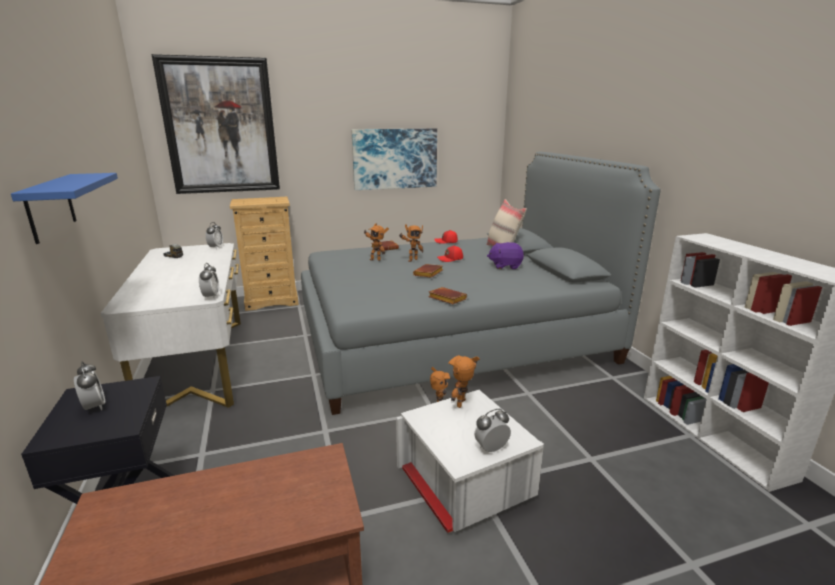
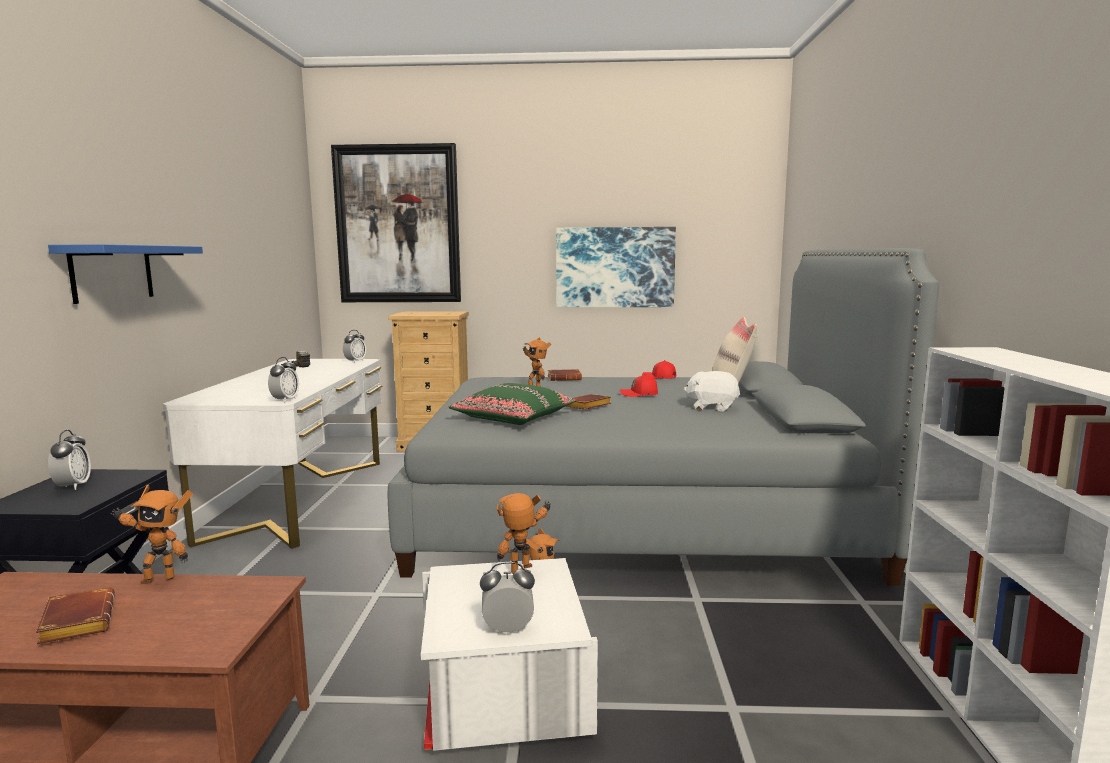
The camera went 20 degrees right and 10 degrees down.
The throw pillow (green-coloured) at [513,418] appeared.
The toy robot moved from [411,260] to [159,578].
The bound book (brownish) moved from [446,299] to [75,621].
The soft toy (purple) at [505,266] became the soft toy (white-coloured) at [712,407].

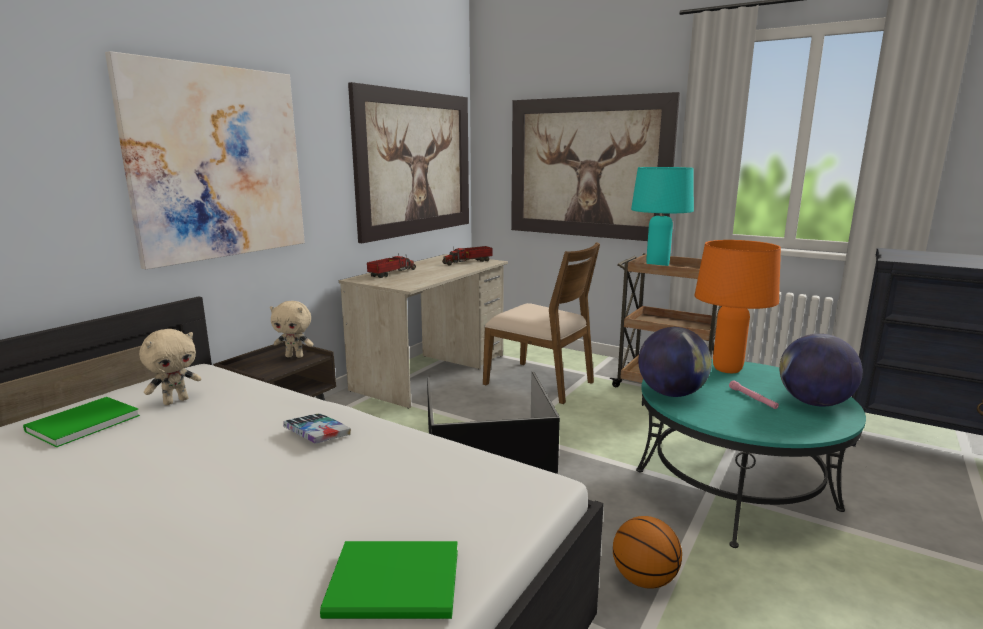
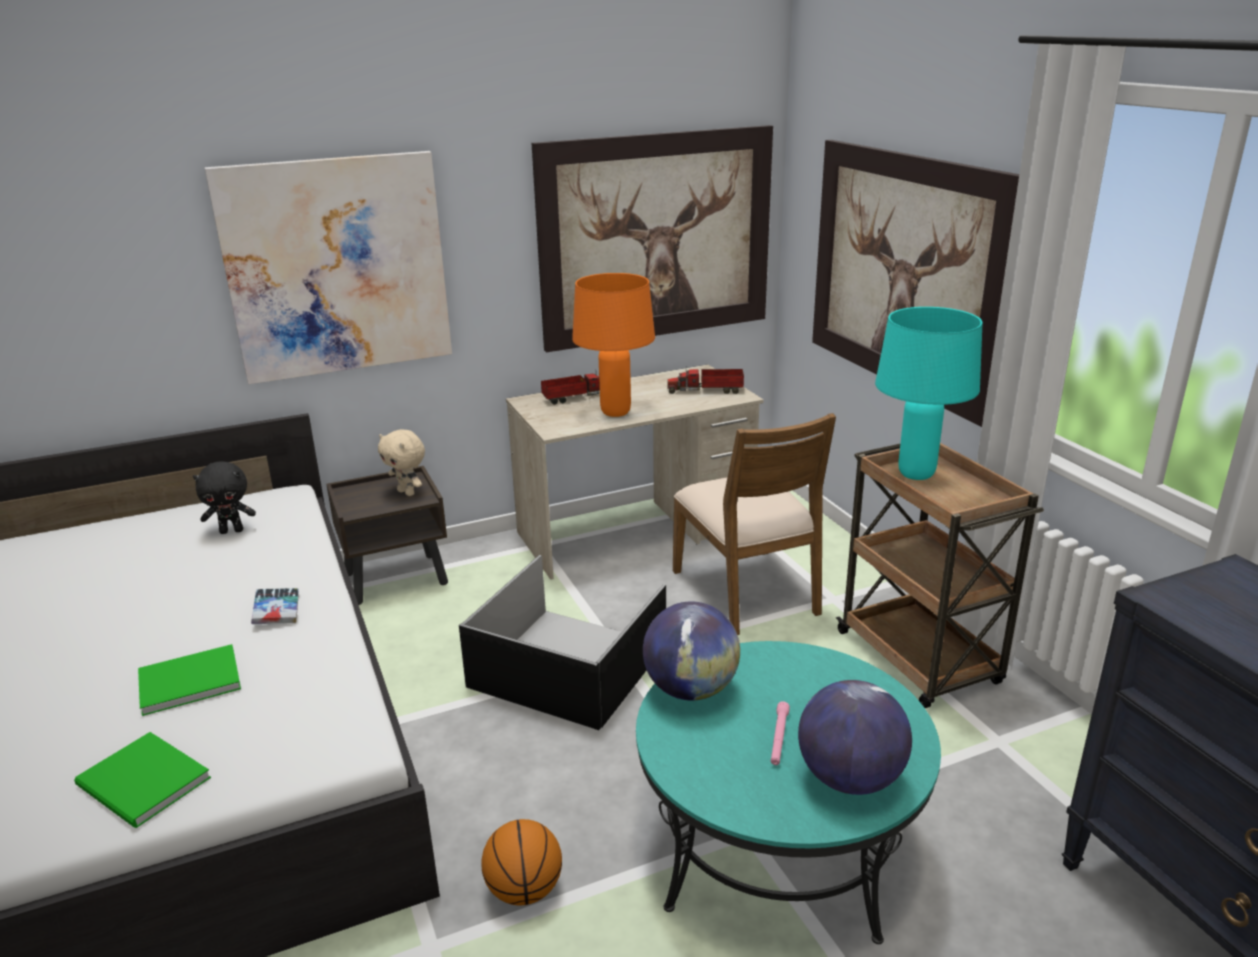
The camera went 35 degrees right and 10 degrees up.
The bound book (green-coloured) moved from [79,424] to [186,681].
The table lamp (orange-coloured) moved from [728,370] to [616,413].
The soft toy (sand-coloured) at [176,401] became the soft toy (blackish) at [232,531].

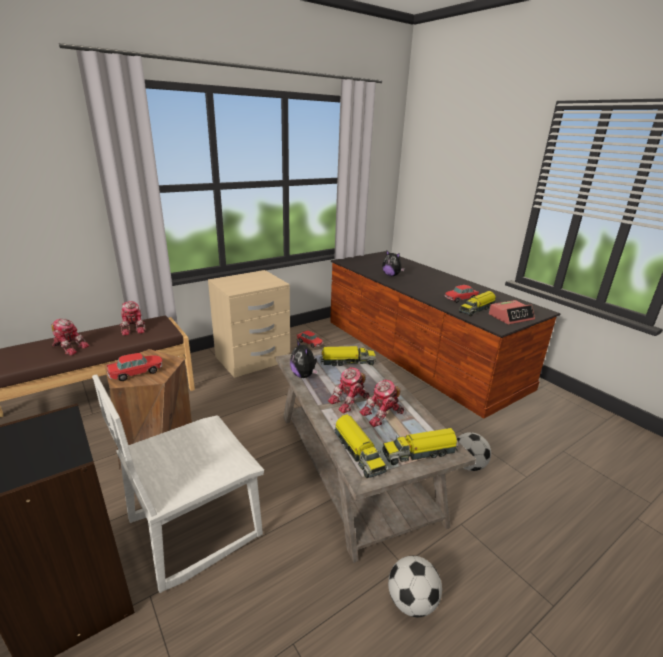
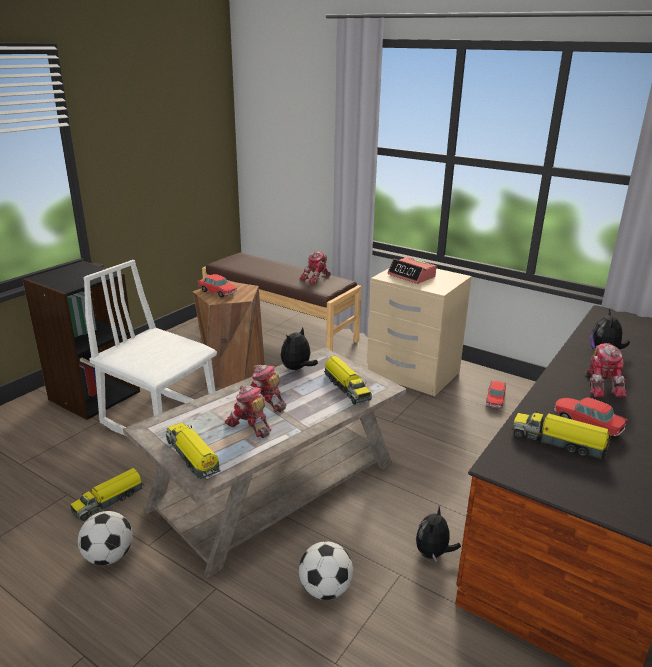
The camera went 70 degrees right and 0 degrees up.
The soft toy at [433,553] appeared.
The toy robot moved from [69,347] to [601,385].
The toy truck moved from [358,452] to [109,500].
The bedside clock moved from [511,317] to [411,276].

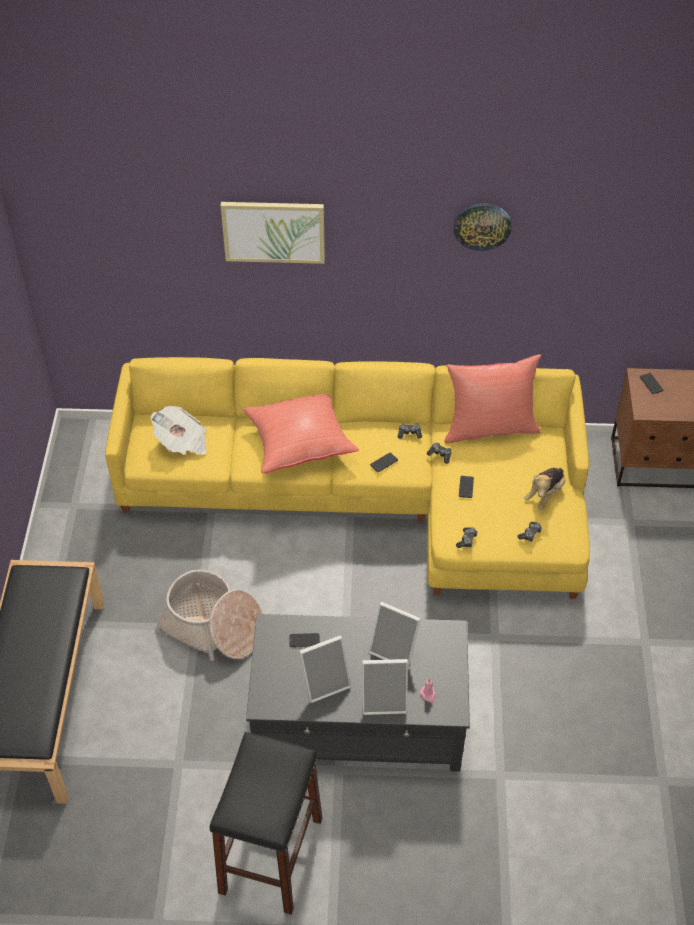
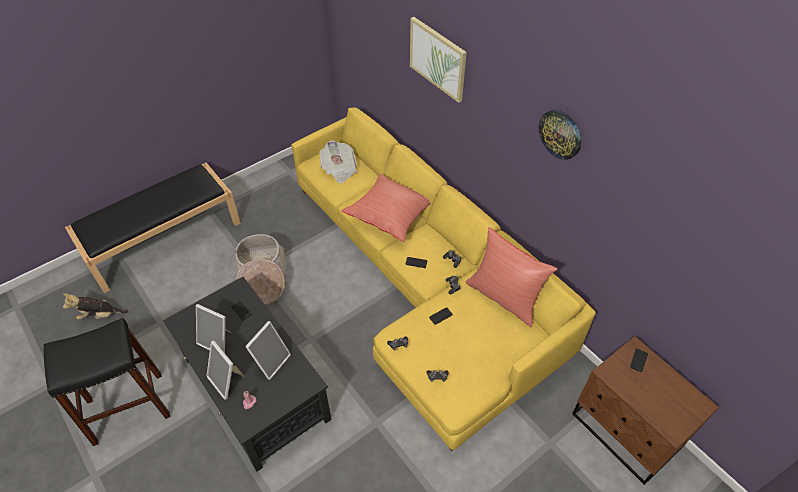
The camera went 50 degrees right and 0 degrees up.
The soft toy moved from [545,494] to [100,315].
The photo frame at [395,649] turned 135 degrees counterclockwise.

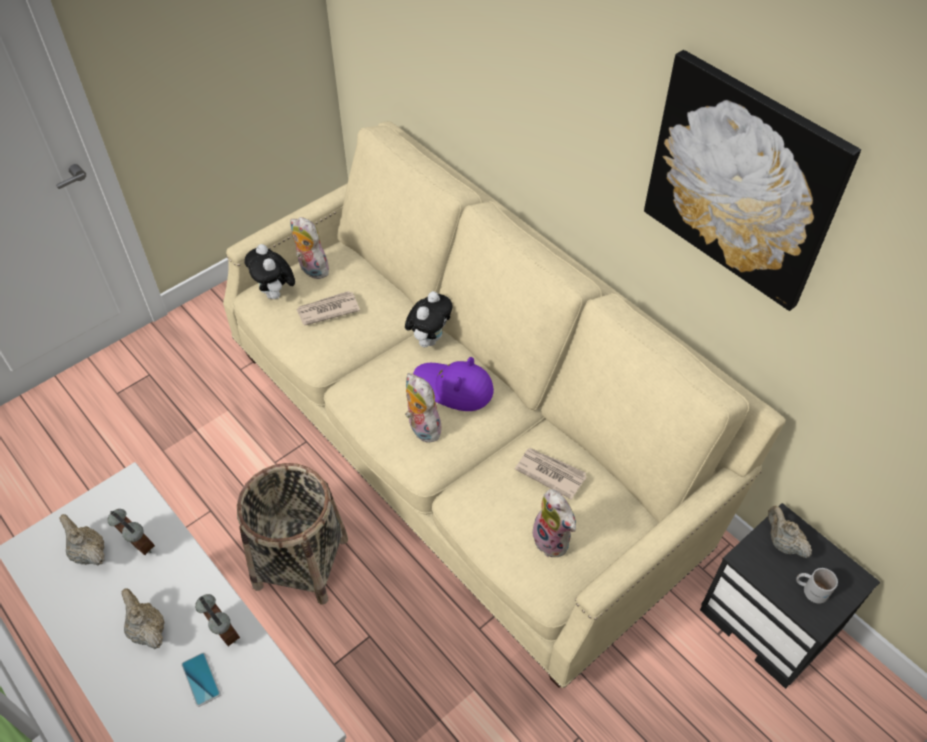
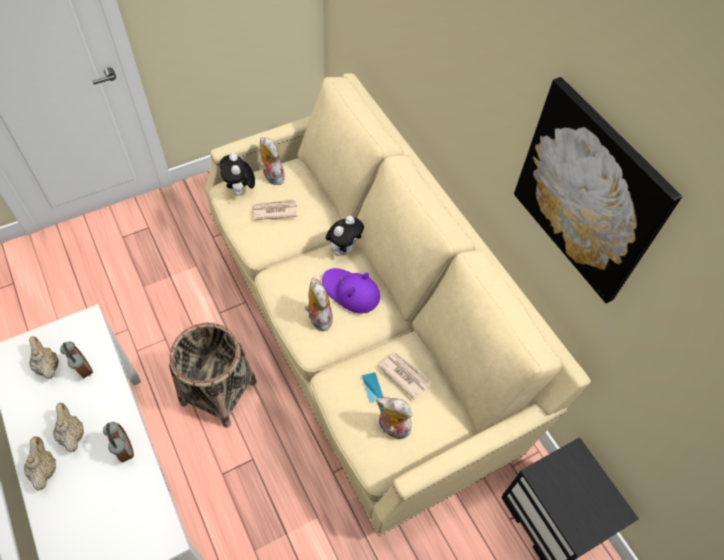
The camera went 10 degrees right and 5 degrees up.
The coffee mug (white-coloured) at [811,589] disappeared.
The handset moved from [201,679] to [372,387].
The tea pot (sand-coloured) moved from [782,543] to [44,469].
The soft toy at [553,540] turned 135 degrees clockwise.

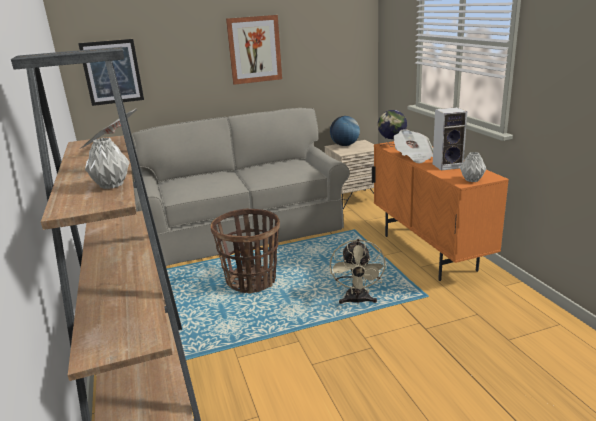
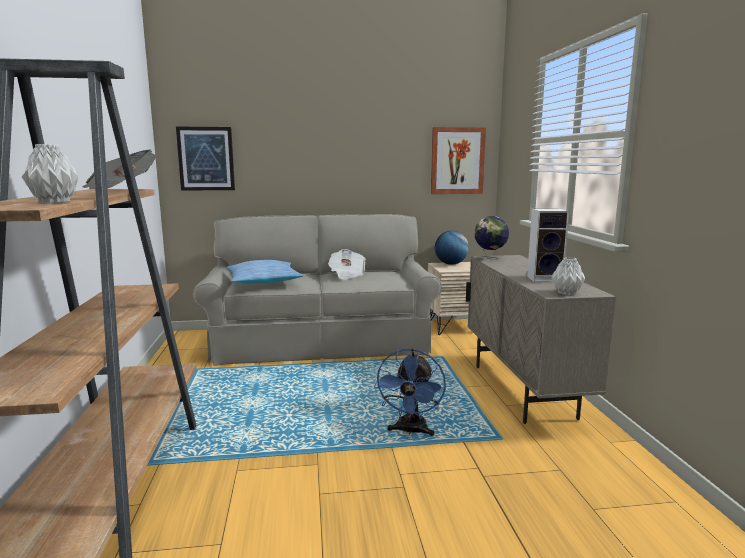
The camera went 10 degrees right and 10 degrees down.
The storage basket at [251,281] disappeared.
The throw pillow at [263,281] appeared.
The picture moved from [254,49] to [457,161].
The newspaper moved from [413,157] to [347,275].
The fan (sand-coloured) at [357,301] became the fan (bluish) at [411,431].
The cupboard (orange-coloured) at [428,252] became the cupboard (sand-coloured) at [522,391].

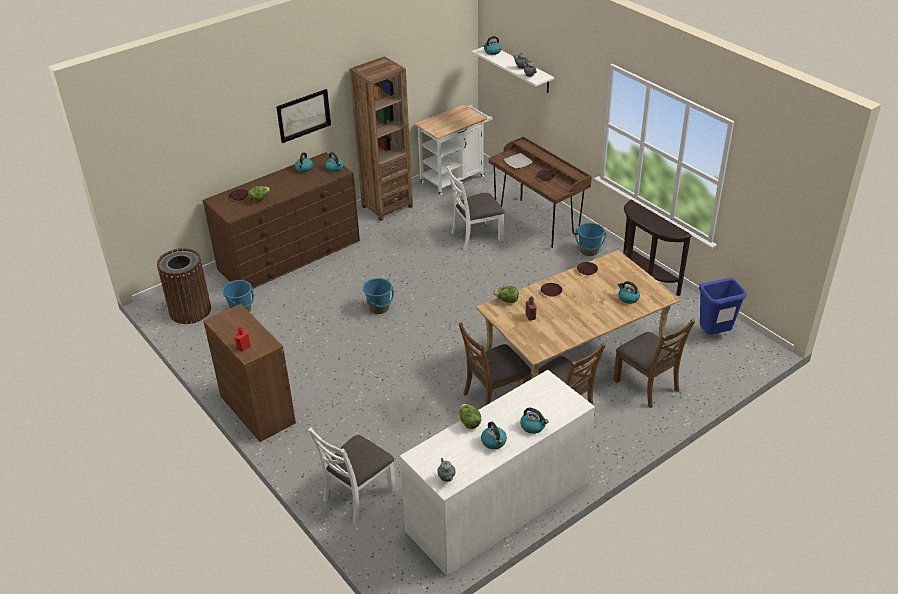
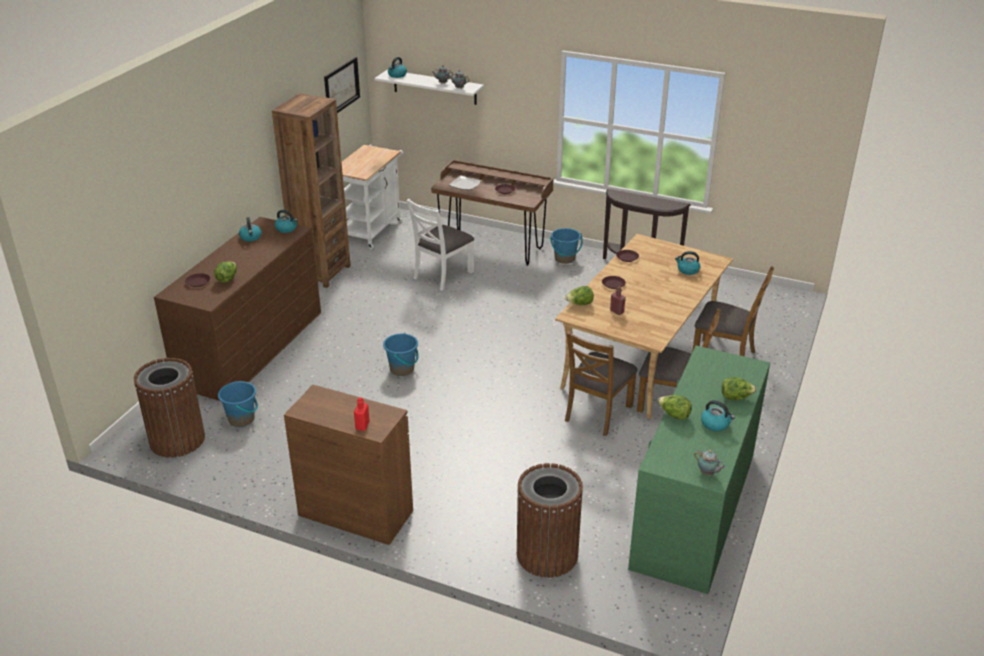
The camera went 30 degrees left and 5 degrees down.
The trash can (bluish) at [713,334] disappeared.
The picture moved from [303,115] to [341,87].
The chair (white-coloured) at [358,494] was replaced by the trash can (brownish) at [547,554].
The tea kettle at [533,426] was replaced by the lettuce at [736,397].
The dresser (white-coloured) at [497,506] became the dresser (green-coloured) at [694,510].

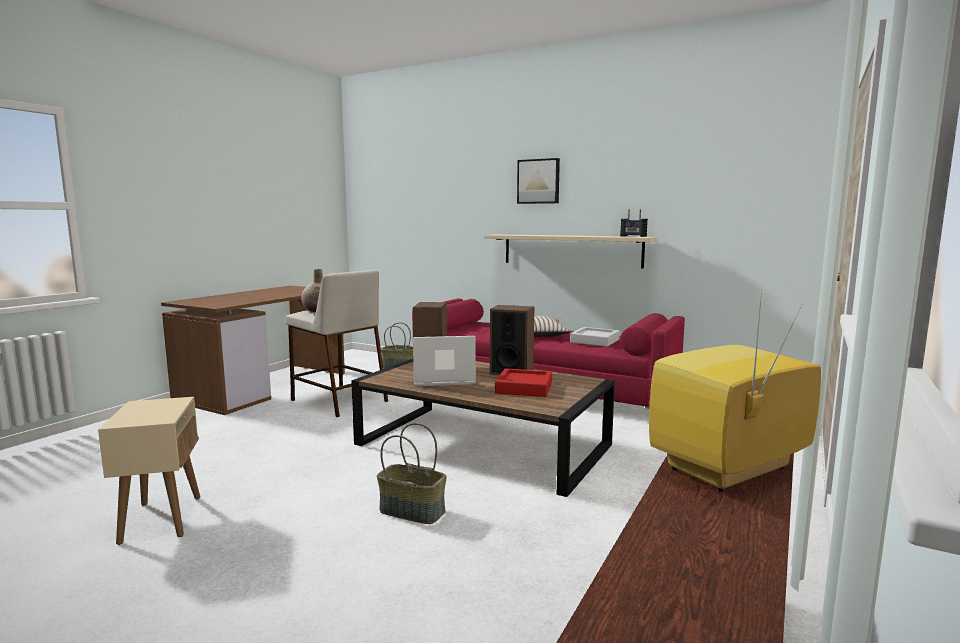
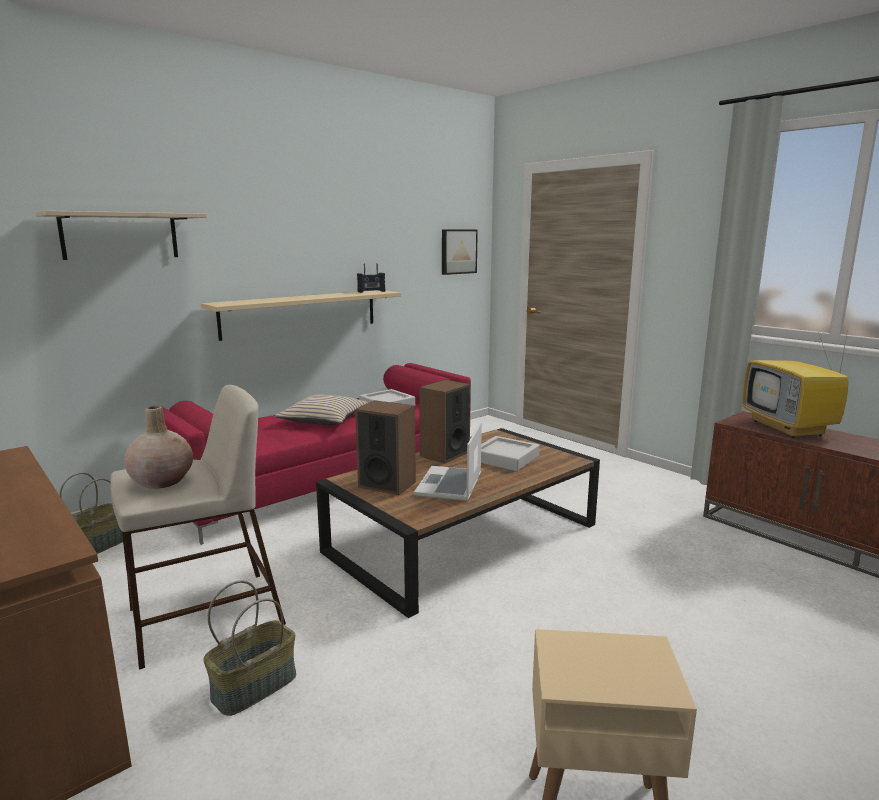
The camera went 70 degrees left and 5 degrees up.
The wall shelf (sand-coloured) at [120,236] appeared.
The storage basket moved from [413,511] to [254,686].
The picture moved from [538,181] to [458,251].
The carrying tray (red) at [524,388] became the carrying tray (grey) at [505,458].

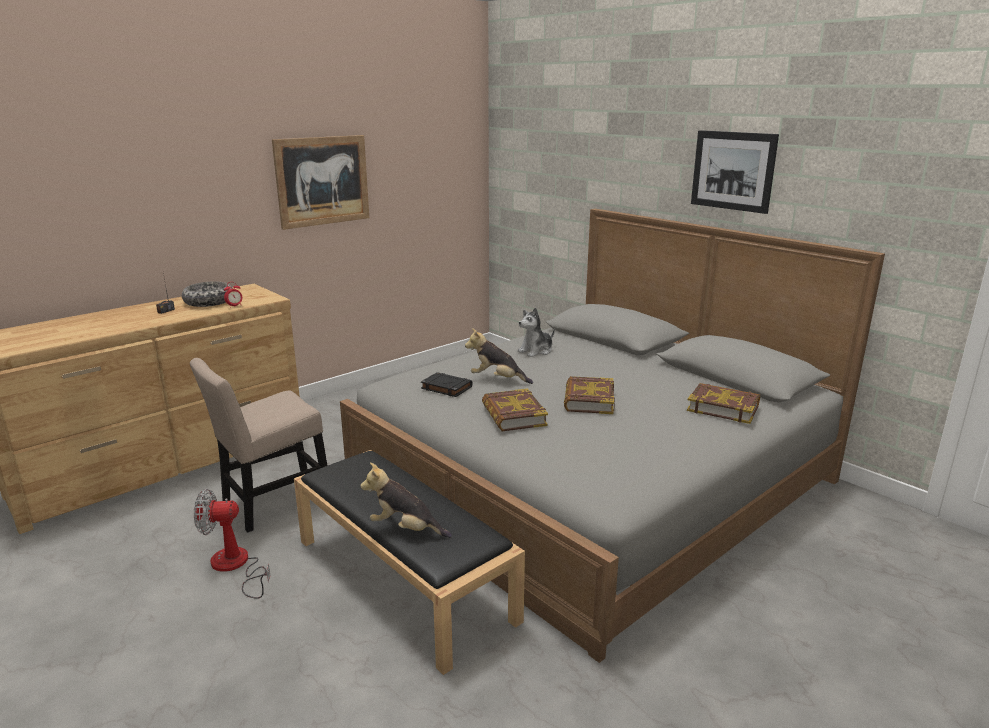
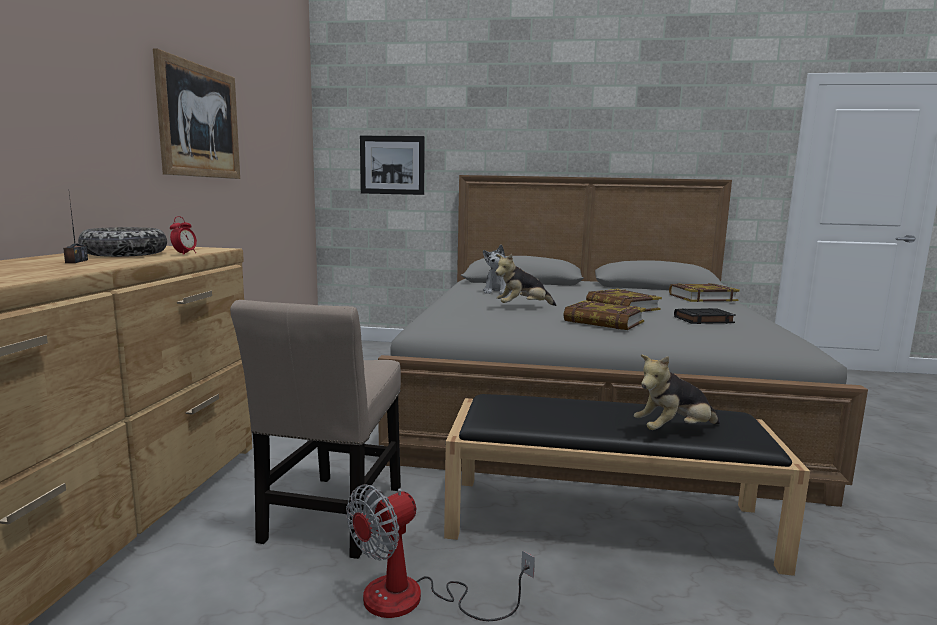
The camera went 40 degrees left and 10 degrees down.
The bound book (blackish) moved from [446,388] to [703,320].
The picture moved from [733,171] to [392,165].

